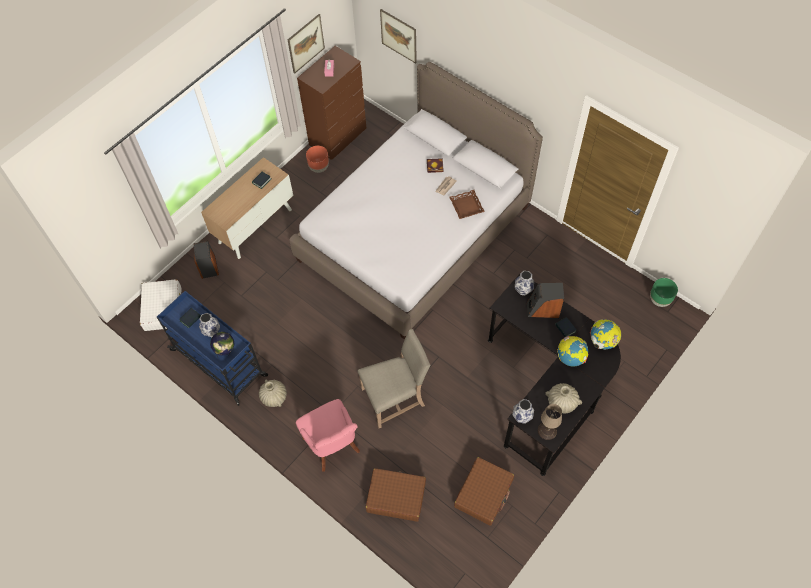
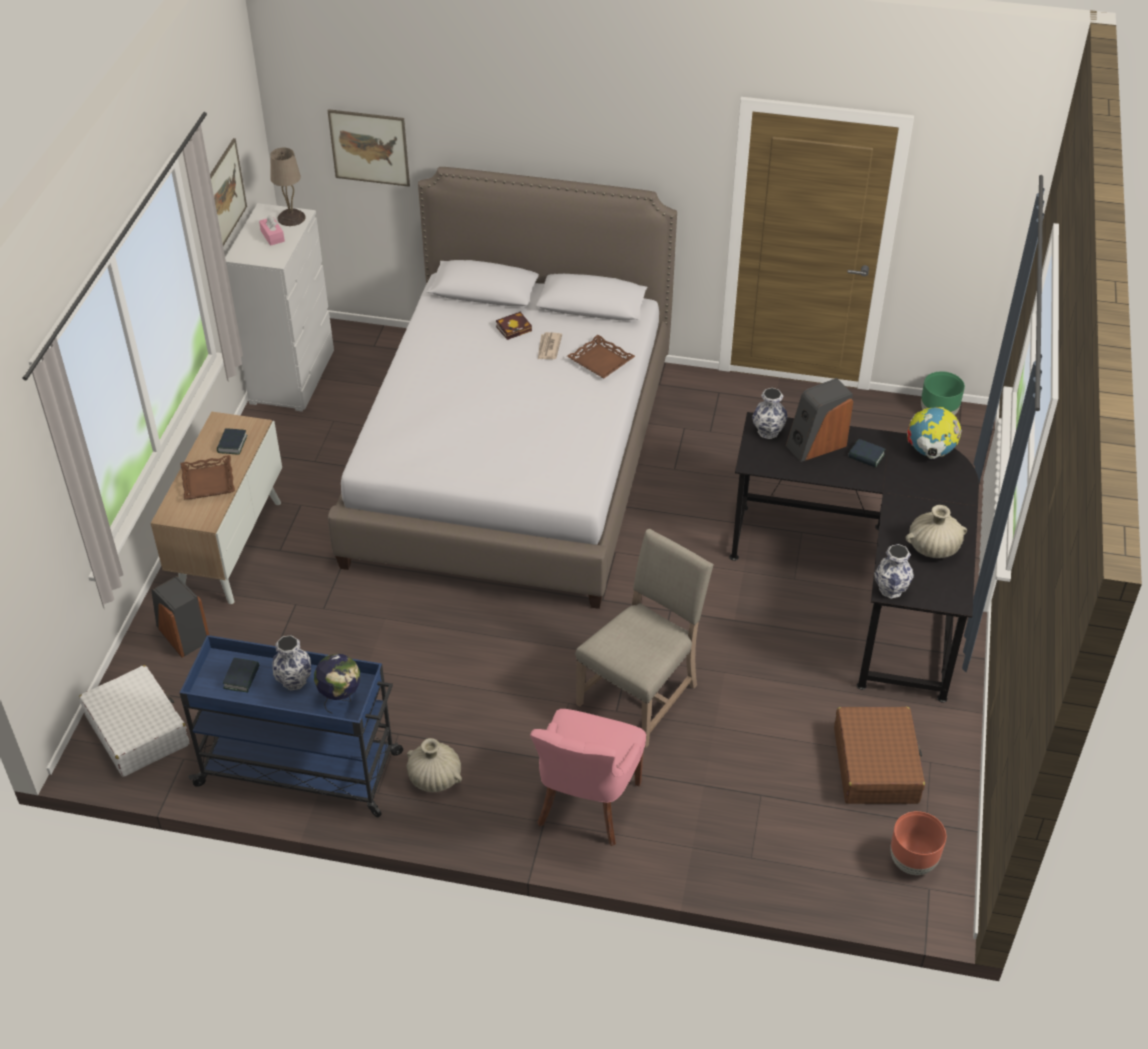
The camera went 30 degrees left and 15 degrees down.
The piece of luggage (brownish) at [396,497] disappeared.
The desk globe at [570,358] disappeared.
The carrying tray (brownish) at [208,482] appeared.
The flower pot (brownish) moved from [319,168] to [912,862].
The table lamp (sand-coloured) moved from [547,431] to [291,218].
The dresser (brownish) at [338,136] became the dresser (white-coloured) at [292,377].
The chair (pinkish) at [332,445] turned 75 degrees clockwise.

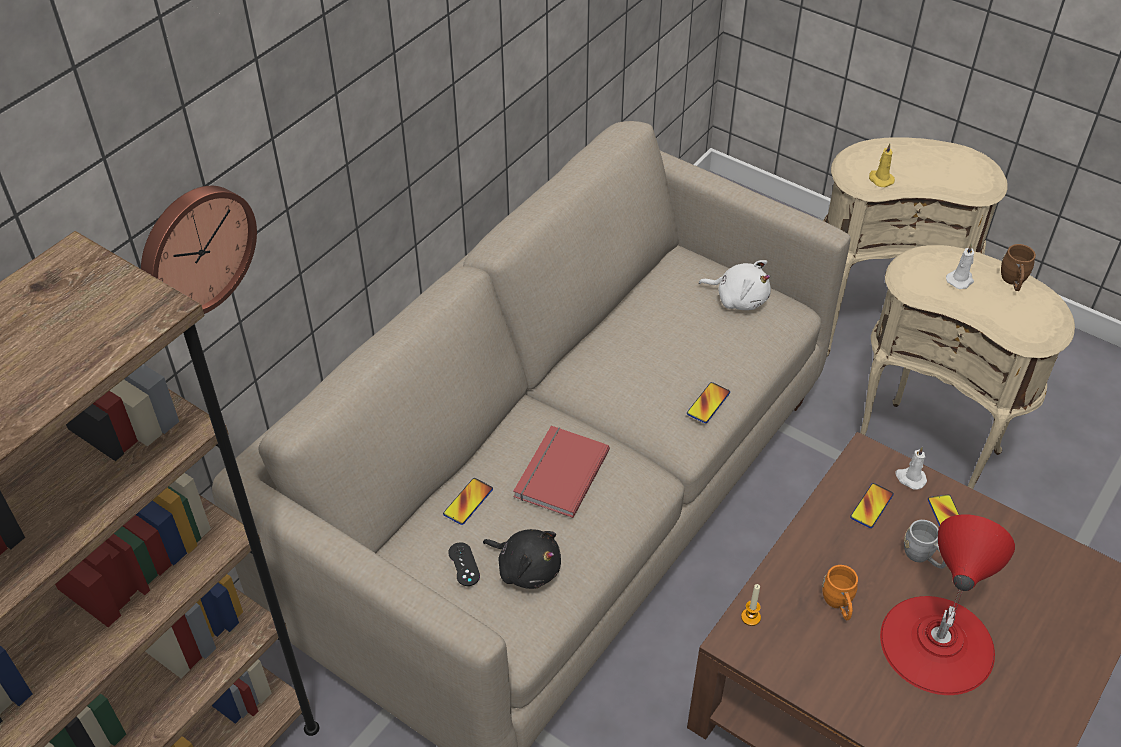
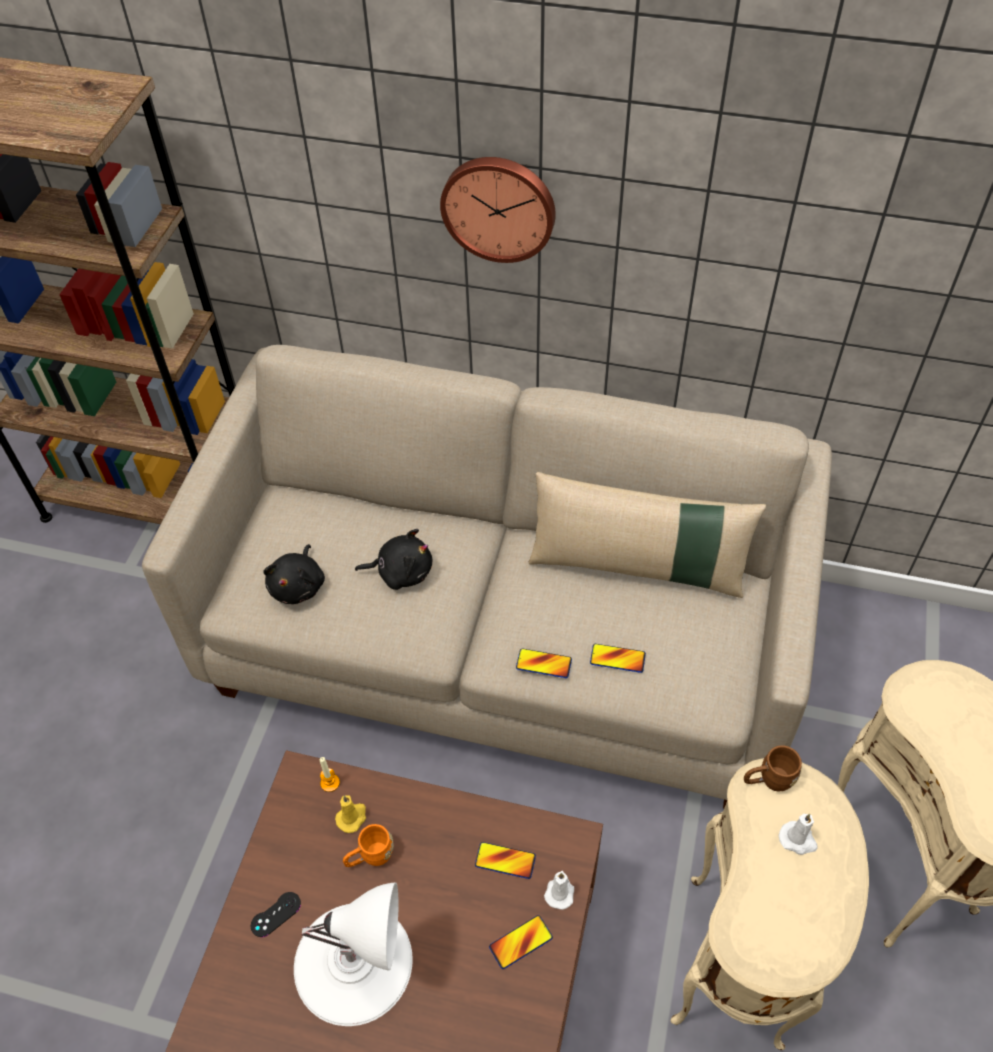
The camera went 70 degrees right and 5 degrees up.
The soft toy (white-coloured) at [738,298] disappeared.
The coffee mug (grey) at [923,557] disappeared.
The throw pillow (sand-coloured) at [638,566] appeared.
The wall clock moved from [194,249] to [499,207].
The handset moved from [468,502] to [617,658].
The game controller (blackish) moved from [464,564] to [276,914].
The candle (yellow) moved from [880,179] to [352,817].
The coffee mug (brownish) moved from [1013,282] to [768,780].
The bound book (red) at [558,473] was replaced by the soft toy (blackish) at [401,571].
The table lamp (red) at [936,643] became the table lamp (white-coloured) at [353,962].

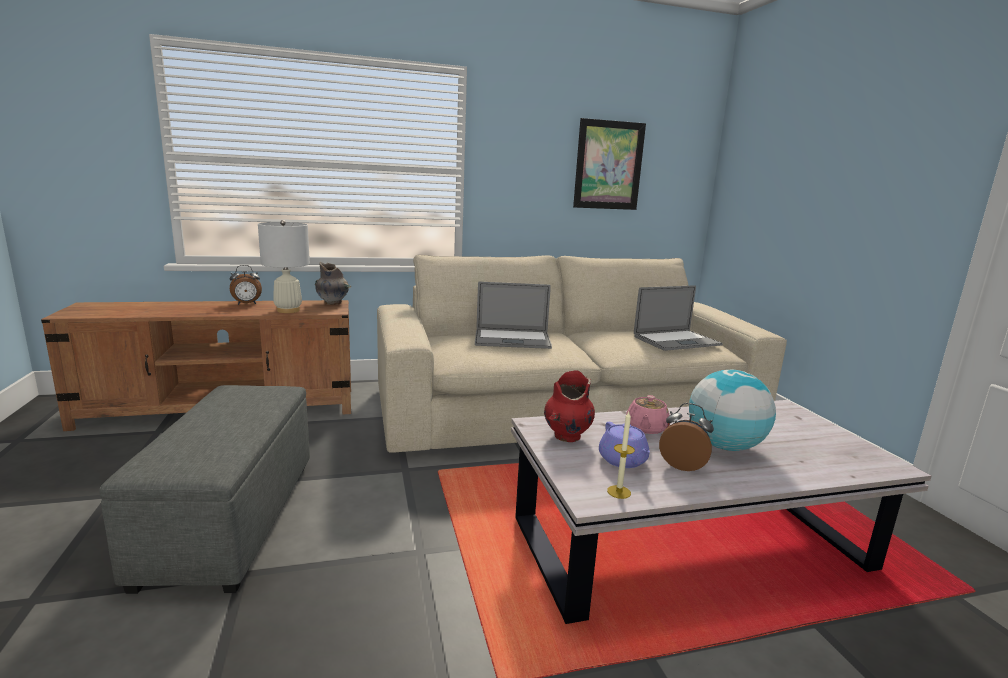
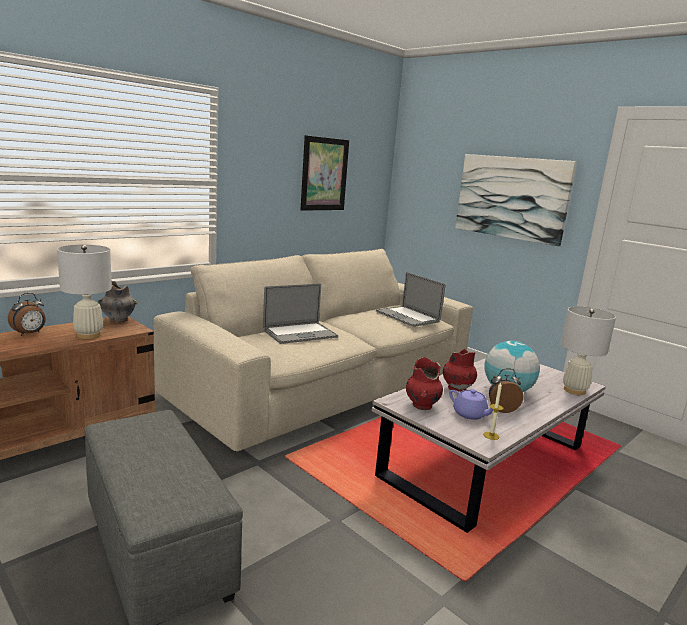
The camera went 30 degrees left and 0 degrees up.
The picture at [511,197] appeared.
The table lamp (white-coloured) at [574,390] appeared.
The tea pot (pinkish) at [646,428] was replaced by the decorative vase (red) at [456,389].
The notebook computer at [676,341] turned 105 degrees clockwise.

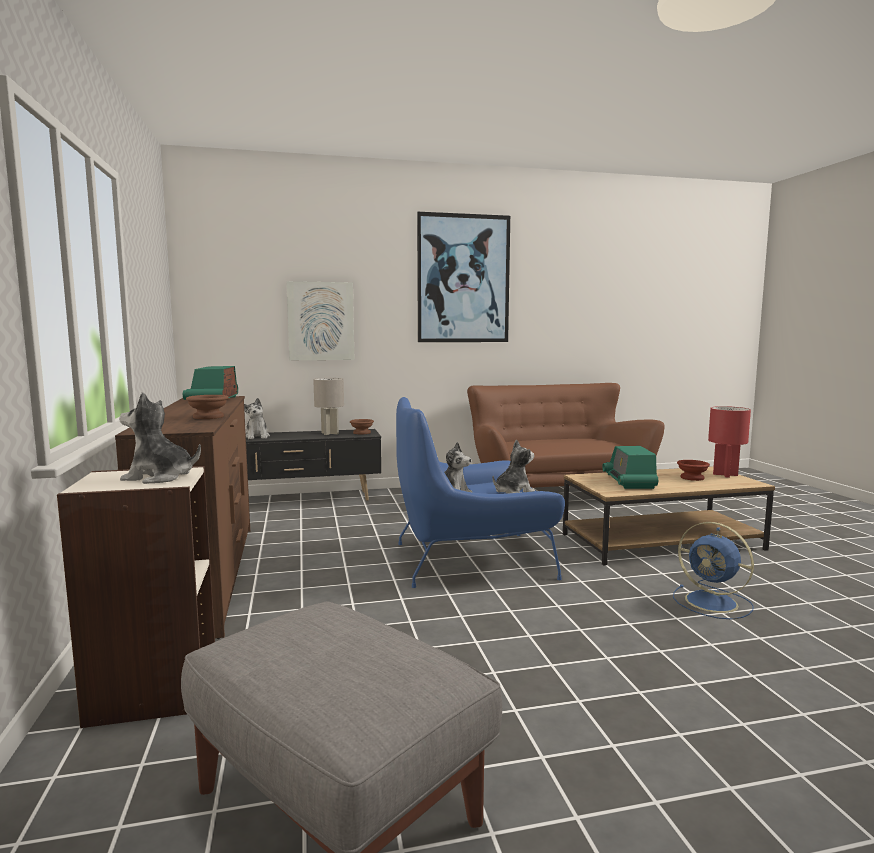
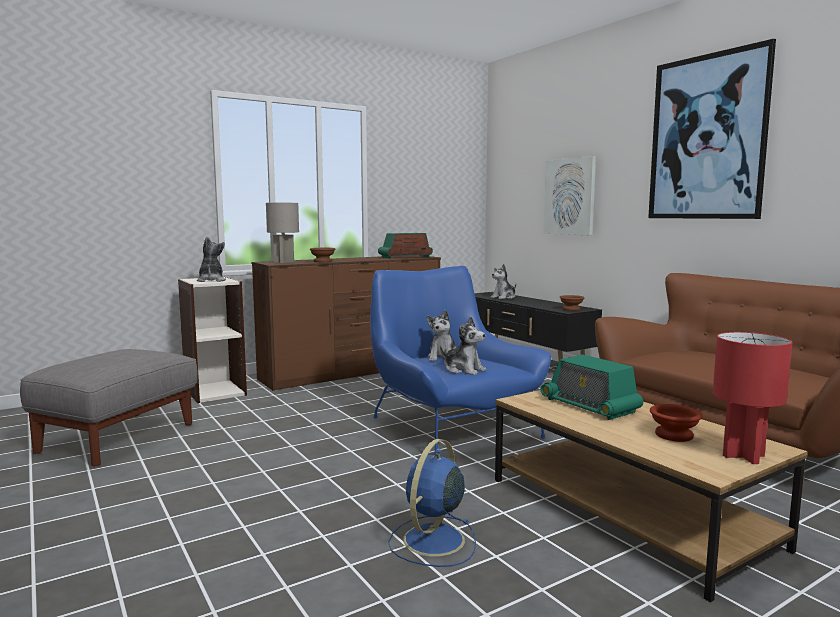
The camera went 70 degrees right and 0 degrees up.
The table lamp (grey) moved from [330,433] to [283,262].
The radio receiver at [629,481] turned 105 degrees counterclockwise.

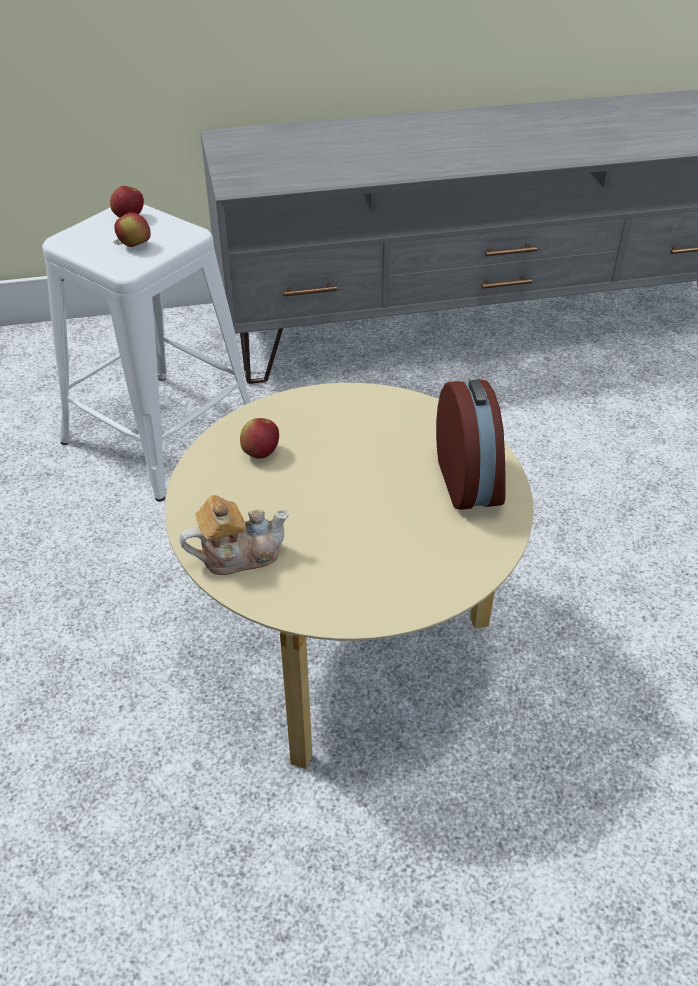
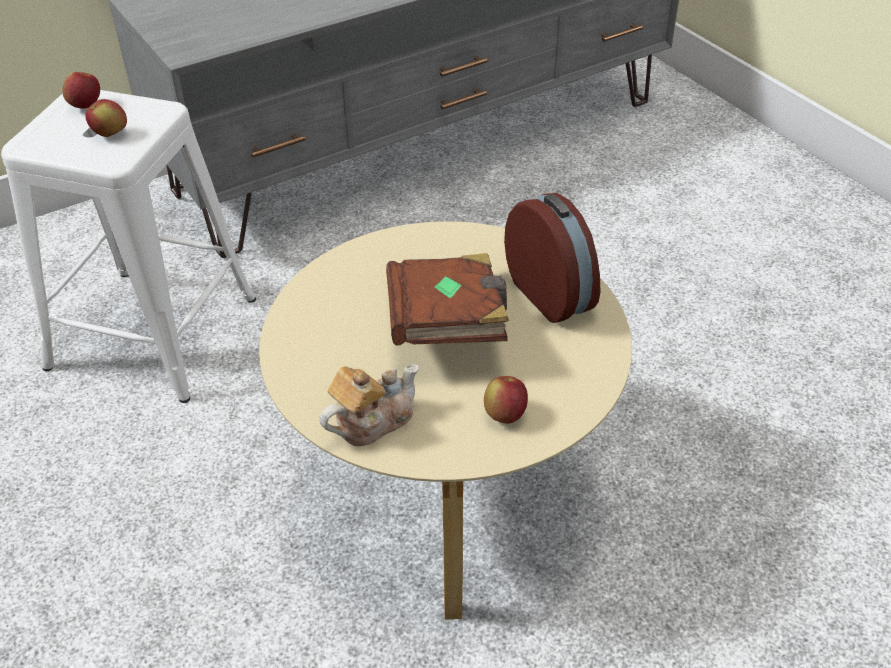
The camera went 20 degrees left and 0 degrees up.
The bound book (brownish) at [448,324] appeared.
The whole apple moved from [261,453] to [505,414].

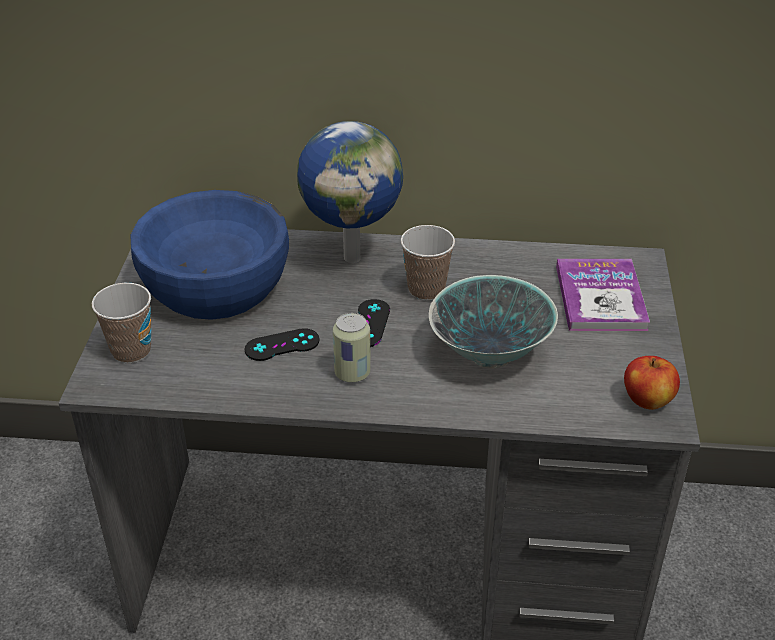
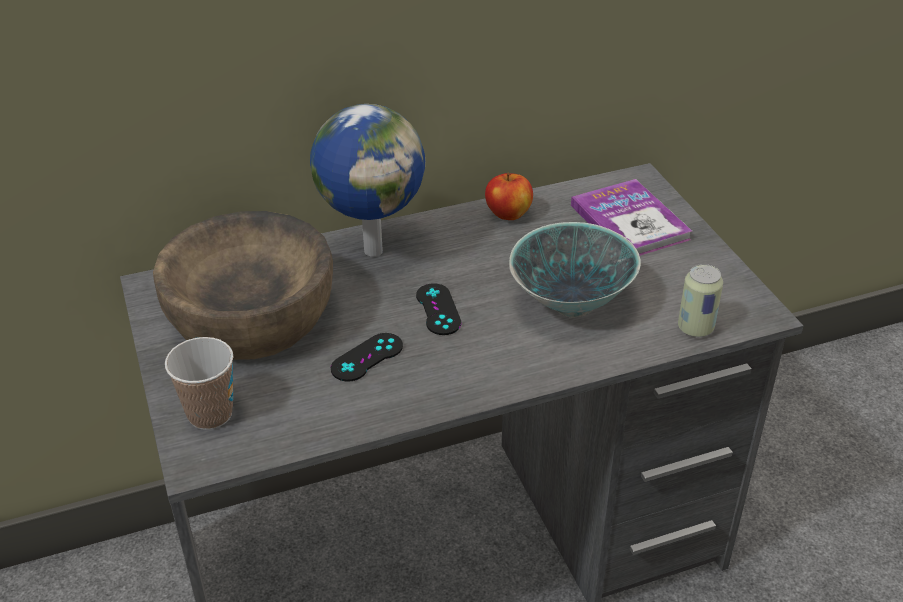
The camera went 25 degrees left and 0 degrees up.
The cup at [426,290] disappeared.
The metal can moved from [352,373] to [695,328].
The whole apple moved from [647,400] to [508,214].
The serving bowl (bluish) at [215,285] became the serving bowl (brownish) at [251,318].

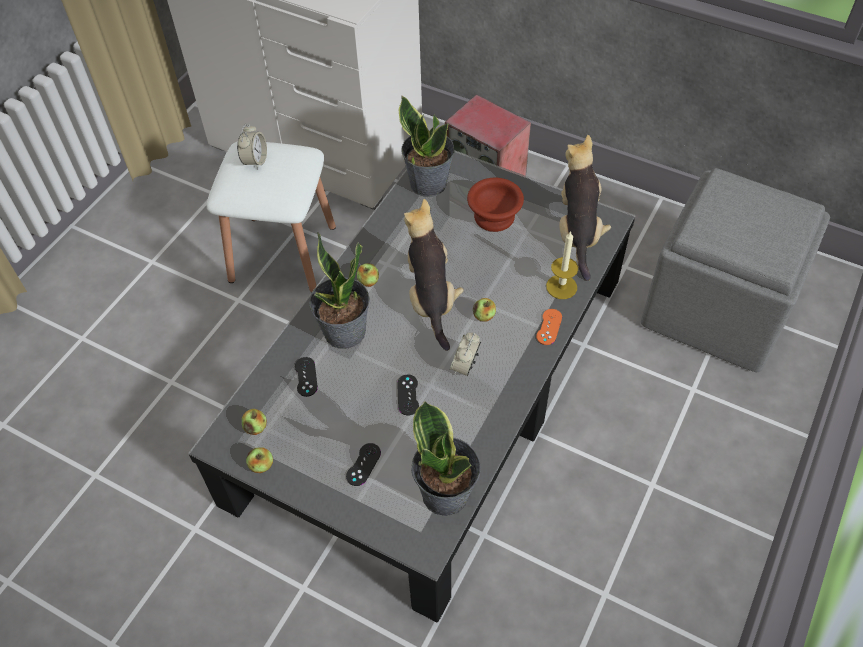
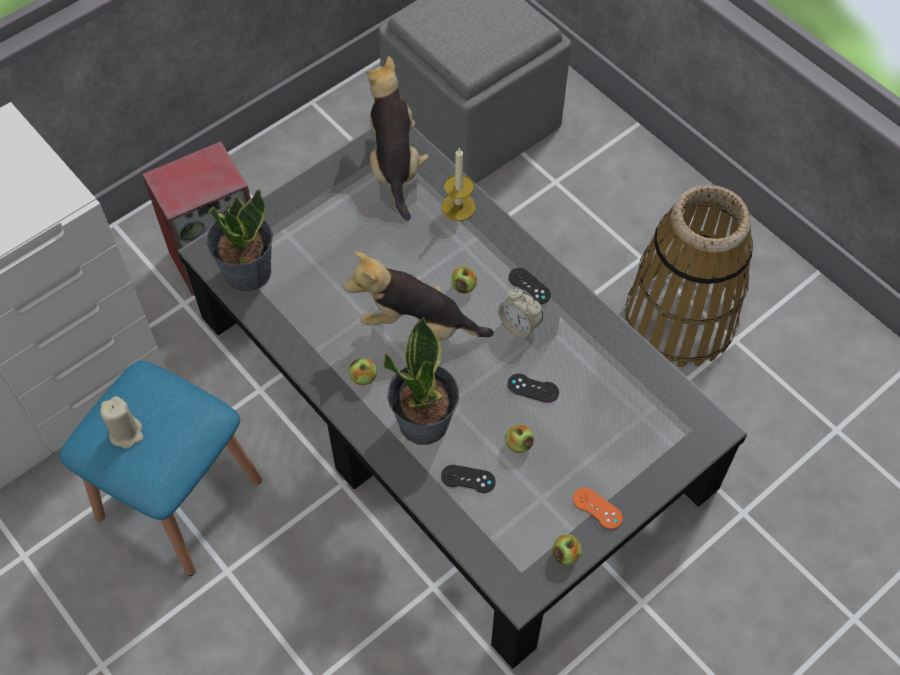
The camera went 70 degrees left and 5 degrees up.
The houseplant at [446,493] disappeared.
The serving bowl (brownish) at [492,217] disappeared.
The storage basket at [680,320] appeared.
The whole apple moved from [256,427] to [518,444].
The game controller (blackish) moved from [363,464] to [529,286].
The game controller (orange-coloured) moved from [549,327] to [597,508].
The bedside clock at [255,161] was replaced by the candle (sand-coloured) at [126,433].
The stool (white-coloured) at [283,253] became the stool (bluish) at [179,498].
The soft toy at [578,232] turned 60 degrees clockwise.

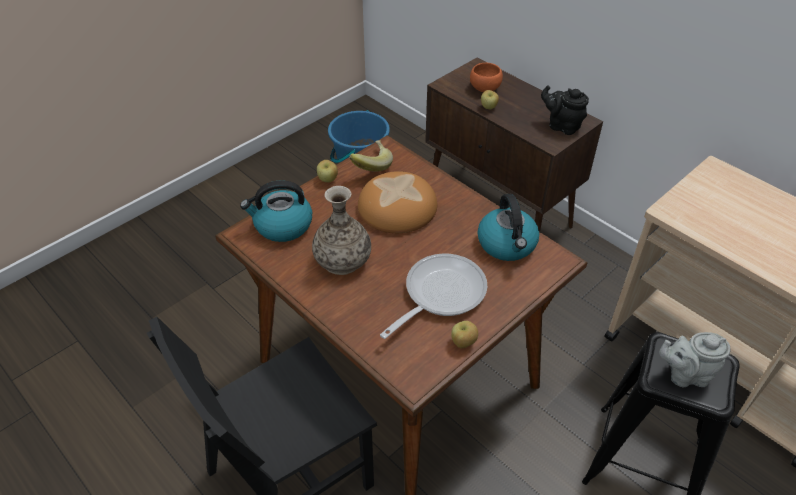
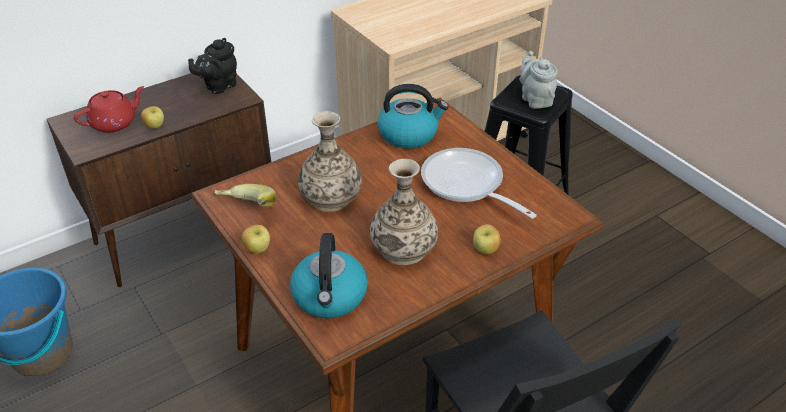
The camera went 80 degrees left and 5 degrees down.
The whole apple moved from [463,343] to [485,250].
The bakery bread at [398,207] was replaced by the decorative vase at [330,197].
The serving bowl (orange-coloured) at [484,87] was replaced by the tea pot (red) at [114,123].
The tea pot (grey) at [685,374] turned 150 degrees clockwise.

